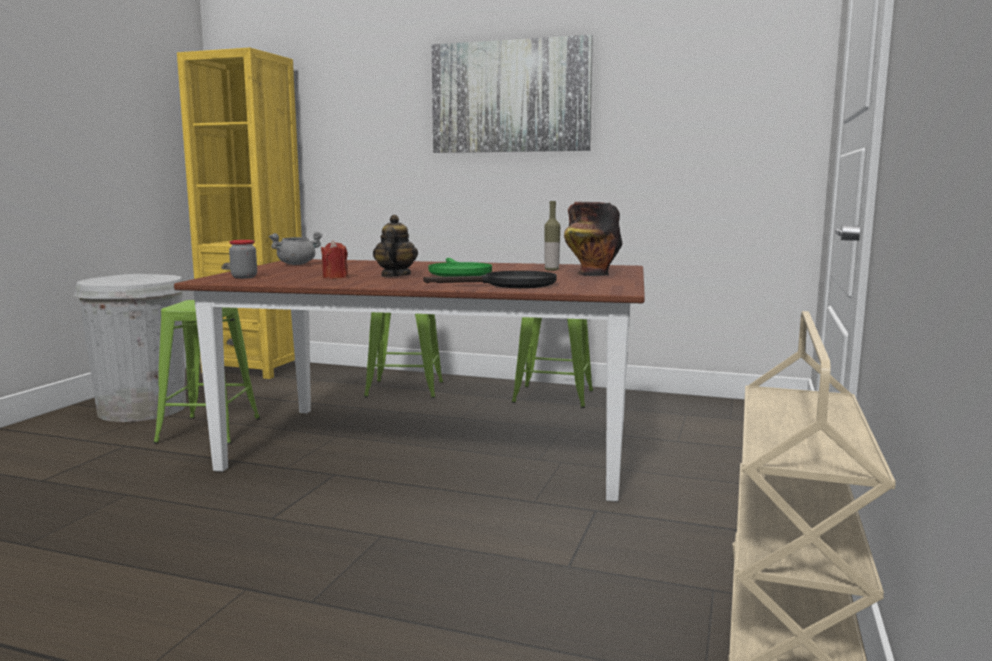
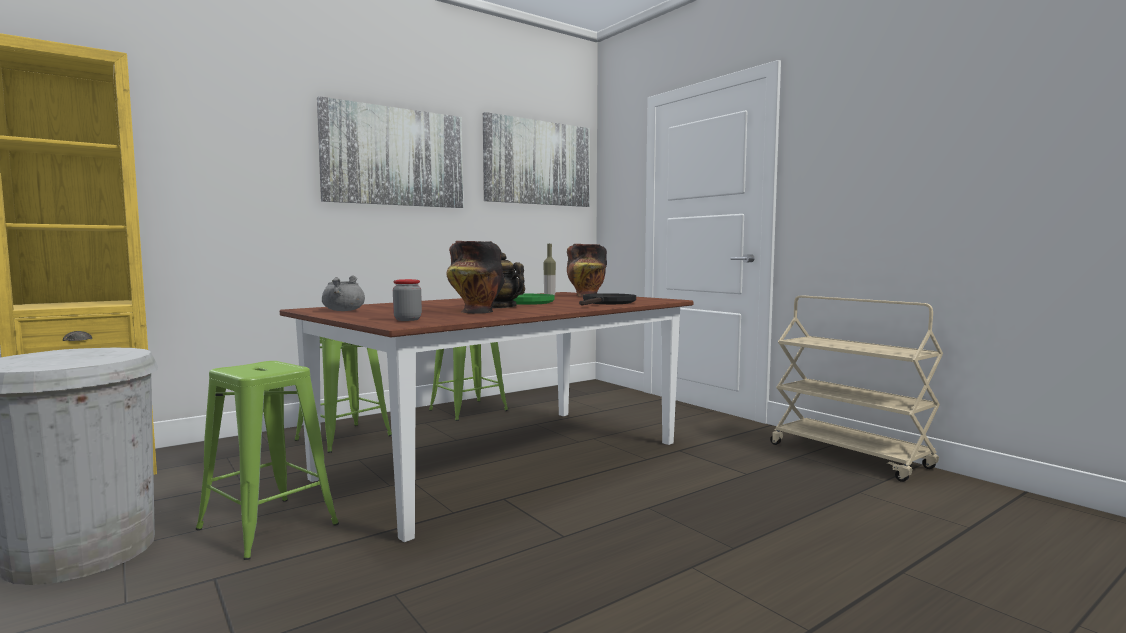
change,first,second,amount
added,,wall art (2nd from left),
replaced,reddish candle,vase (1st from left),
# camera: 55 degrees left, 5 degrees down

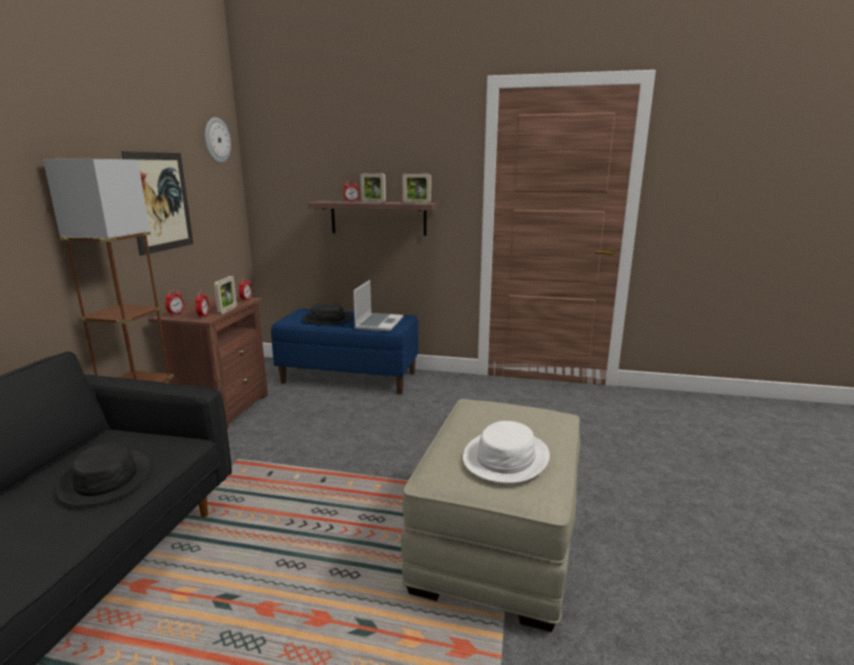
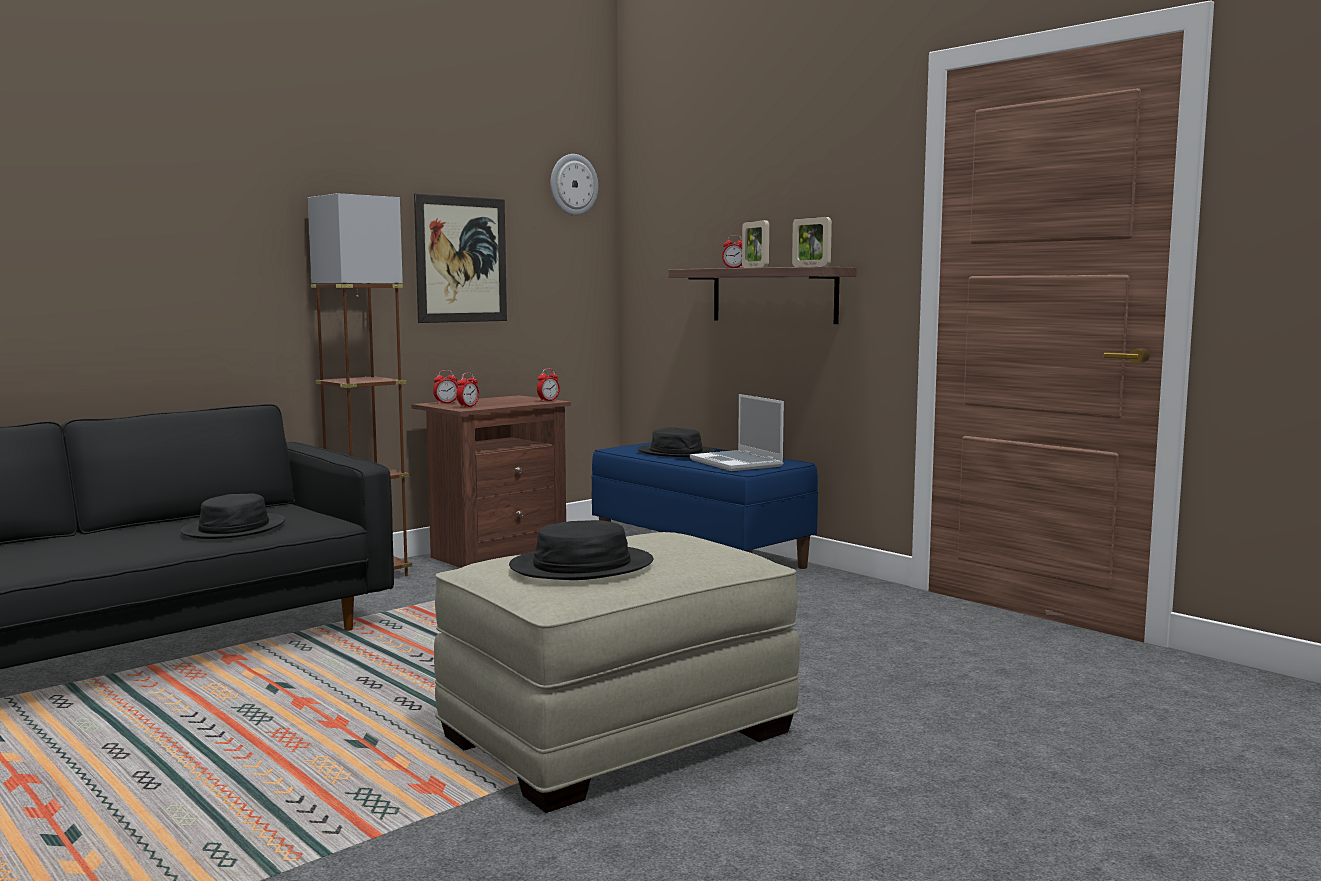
change,first,second,amount
removed,photo frame (1st from left),,
recoloured,white wearable hat,black wearable hat (2nd from left),
turned,notebook computer,,105 degrees clockwise
# camera: 35 degrees right, 10 degrees down

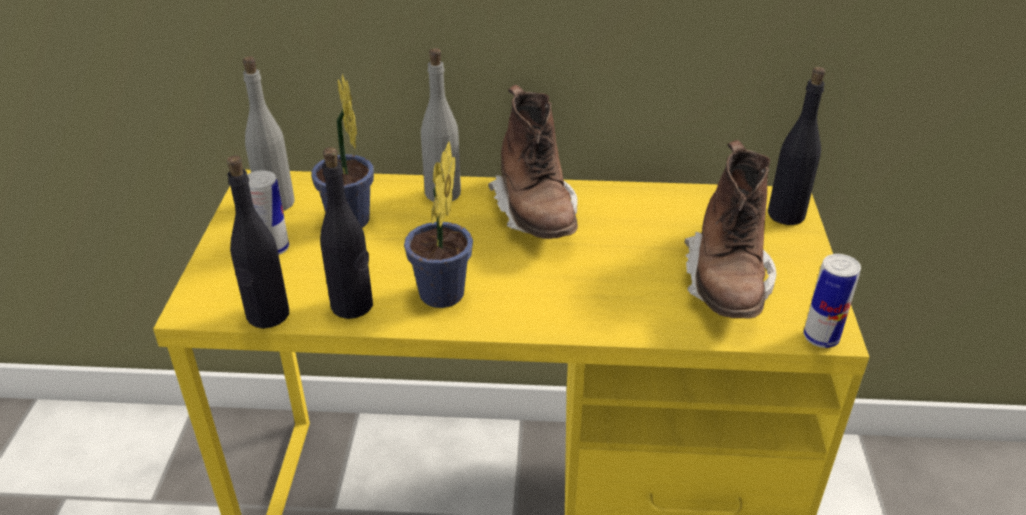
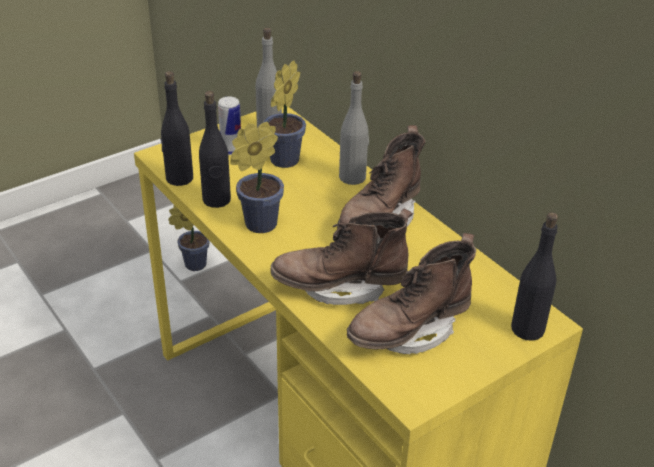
change,first,second,amount
removed,sealed can (2nd from left),,
added,,houseplant (1st from left),
added,,brownish high-top boot (1st from left),
# camera: 50 degrees right, 0 degrees up

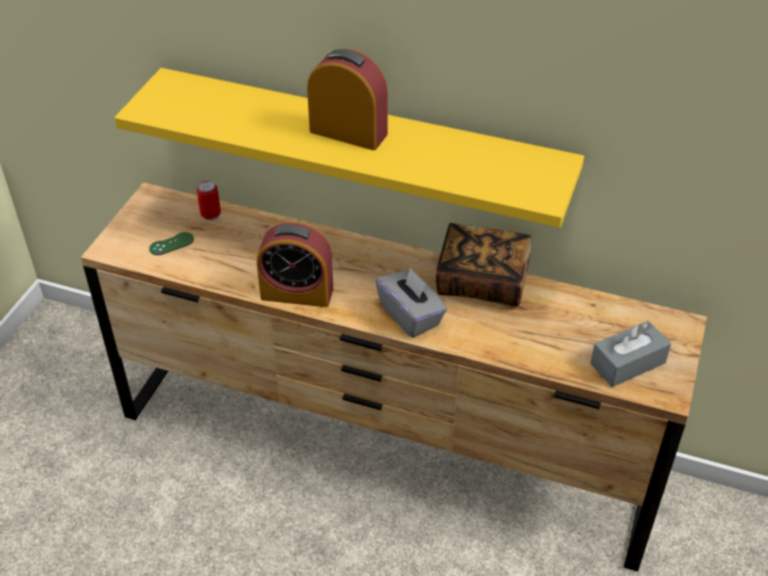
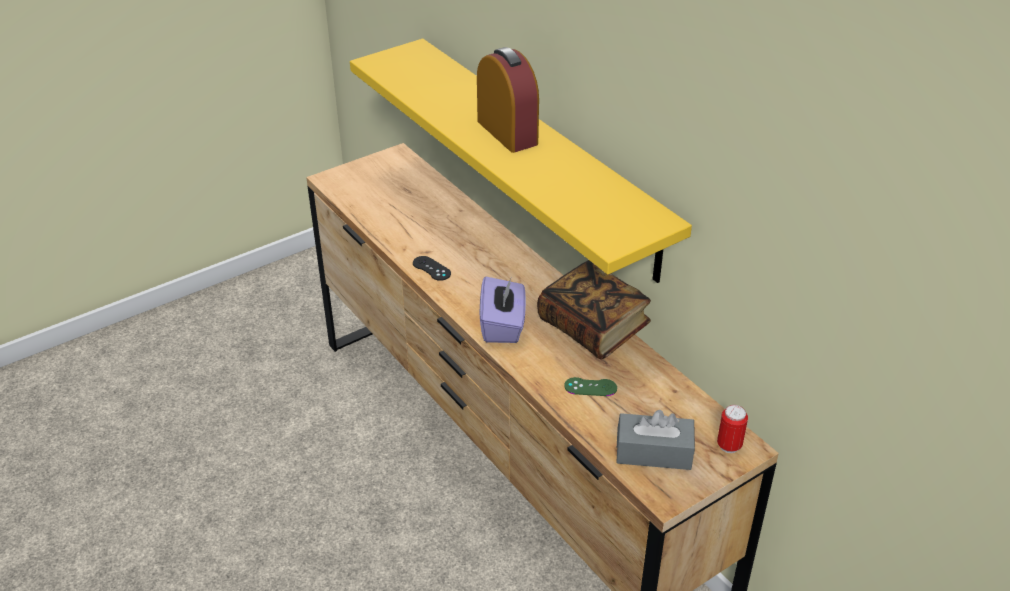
change,first,second,amount
moved,greenish game controller,,
moved,sealed can,,
replaced,bedside clock (1st from left),black game controller,
recoloured,gray tissue box (1st from left),purplish tissue box,
# camera: 35 degrees right, 5 degrees down

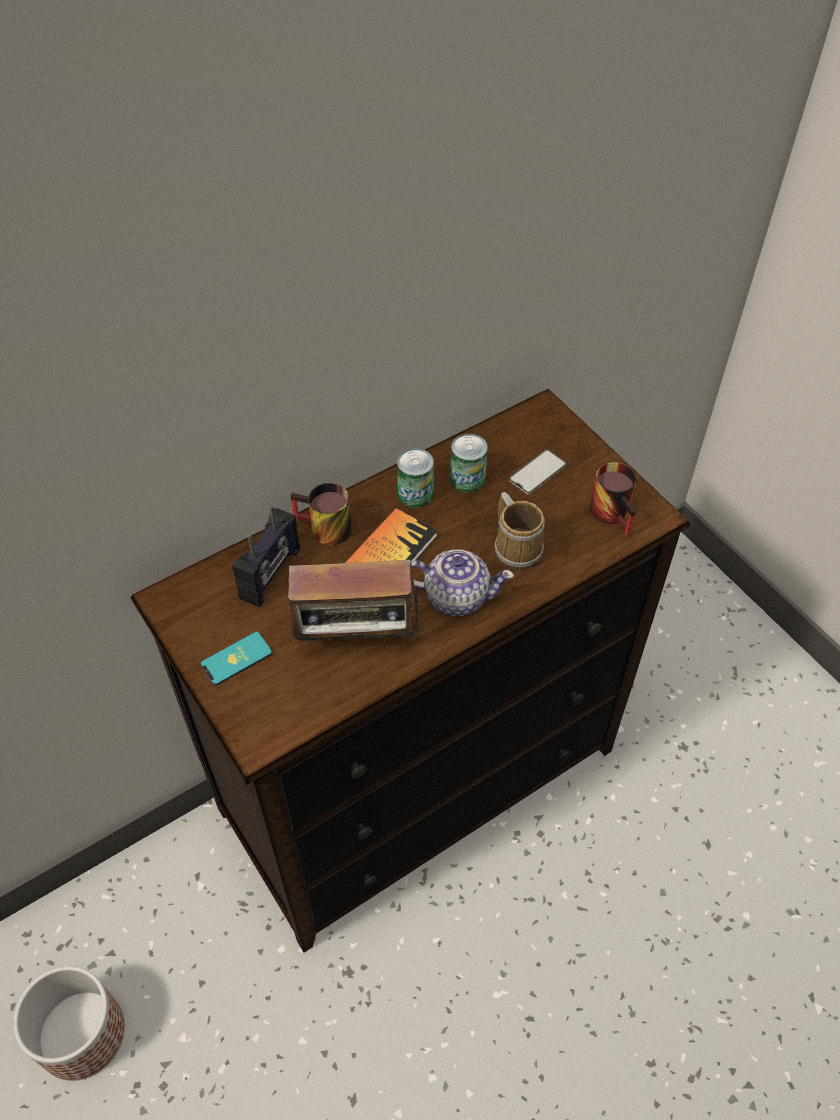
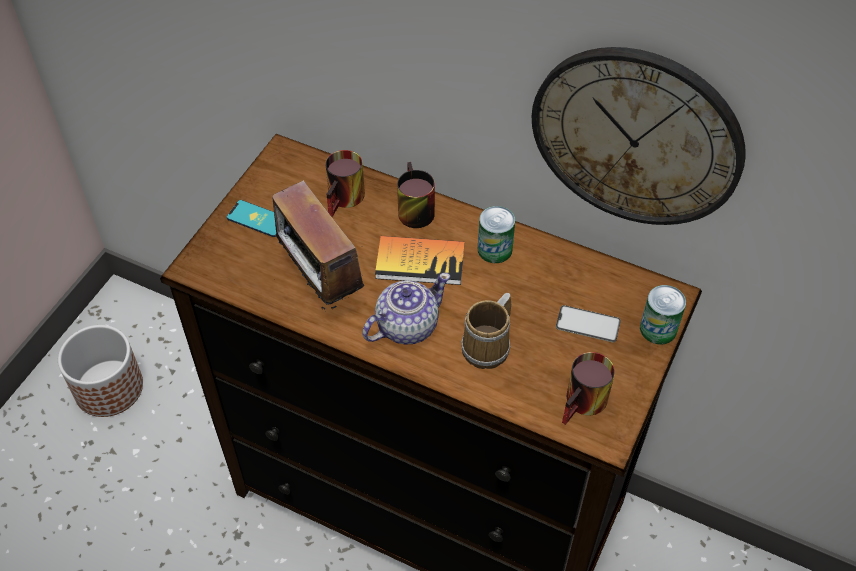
change,first,second,amount
added,,hanging clock,
moved,sealed can (2nd from left),,
replaced,radio set (1st from left),coffee mug (1st from left),
turned,tea pot,,105 degrees counterclockwise
# camera: 60 degrees right, 0 degrees up

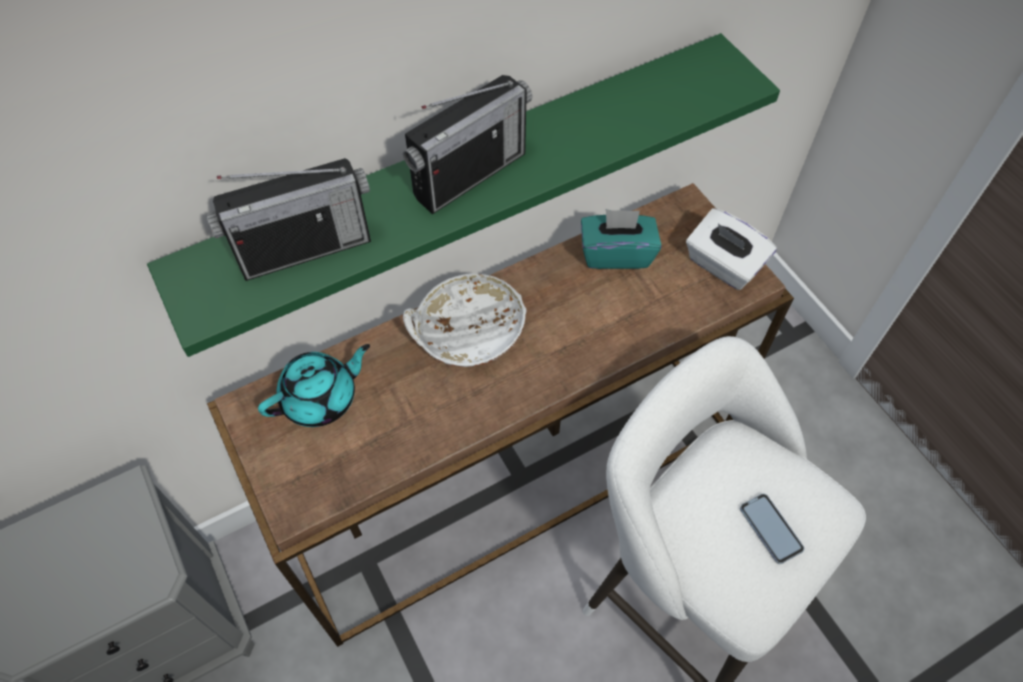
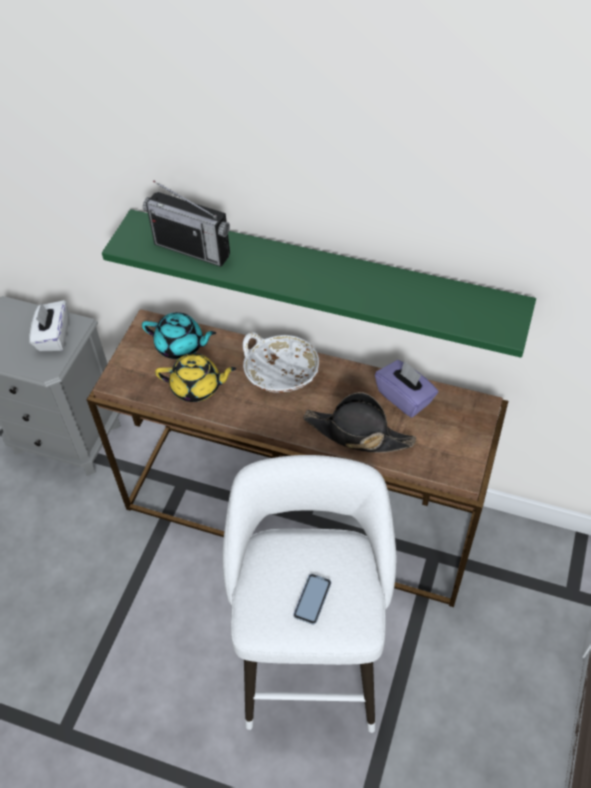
change,first,second,amount
removed,radio set (2nd from left),,
added,,yellow-coloured tea pot,
added,,black wearable hat,
moved,white tissue box,,
recoloured,turquoise-coloured tissue box,purplish tissue box,
# camera: 50 degrees right, 5 degrees down

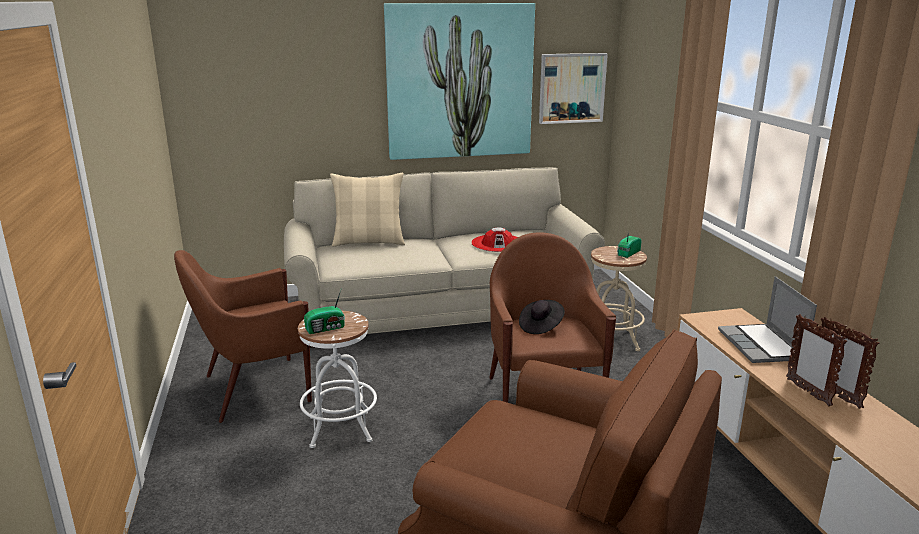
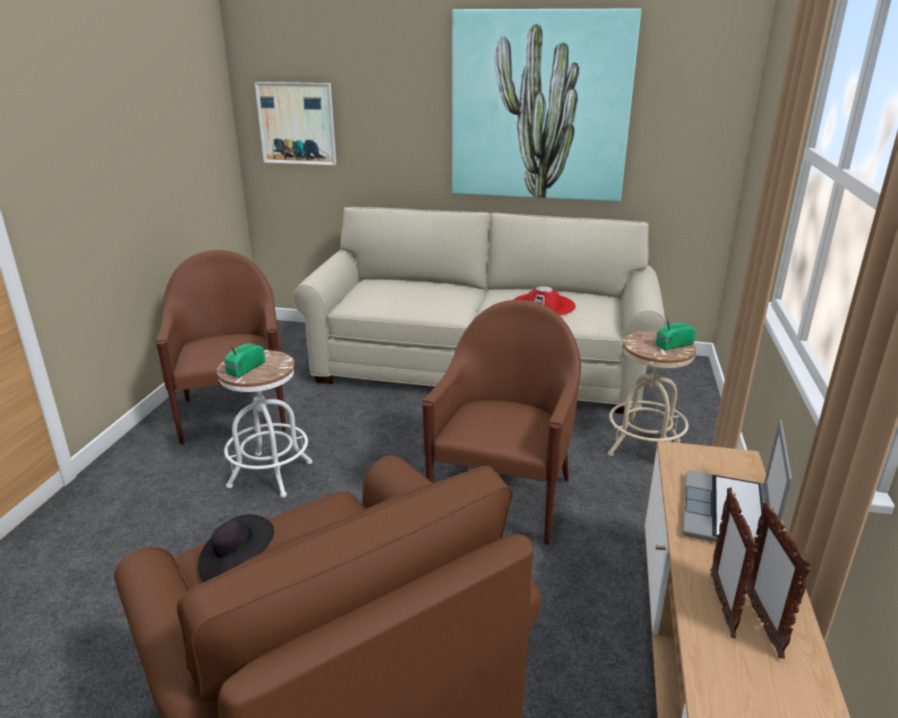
change,first,second,amount
removed,beige-coloured throw pillow,,
moved,black wearable hat,,
moved,wall art (2nd from left in the first image),wall art (1st from left),
turned,brownish easy chair (1st from left),,75 degrees clockwise
turned,radio set (1st from left),,120 degrees clockwise
# camera: 25 degrees right, 5 degrees up

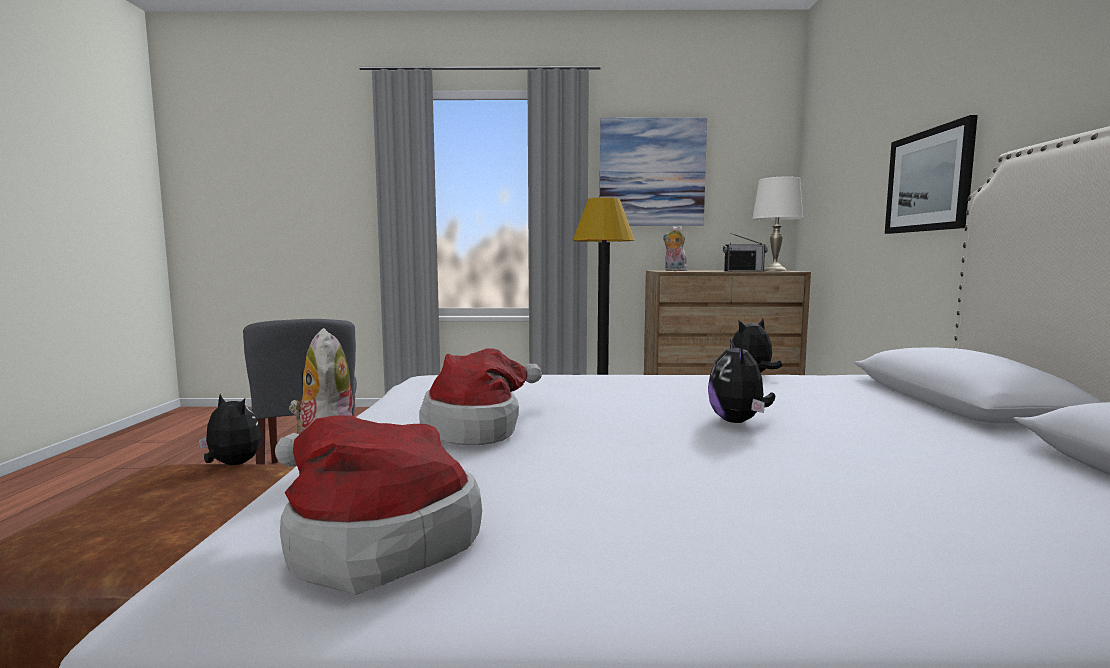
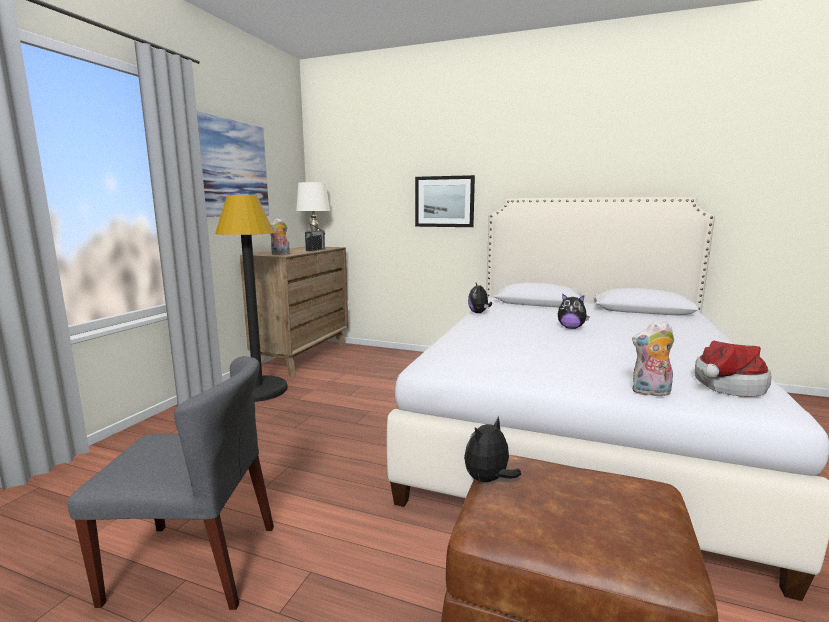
change,first,second,amount
removed,wearable hat (2nd from left),,
# camera: 70 degrees left, 5 degrees up

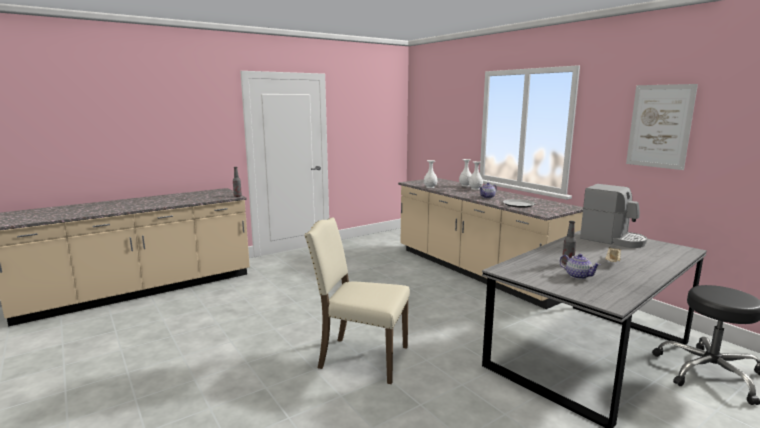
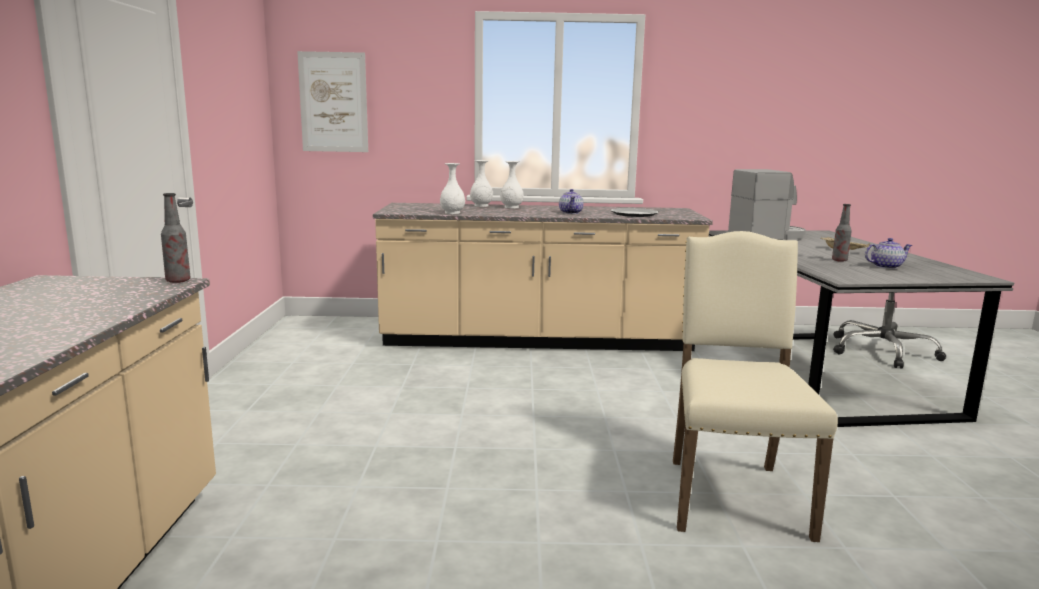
change,first,second,amount
moved,wall art,,
turned,beige-coloured chair,,135 degrees clockwise
# camera: 55 degrees left, 0 degrees up

